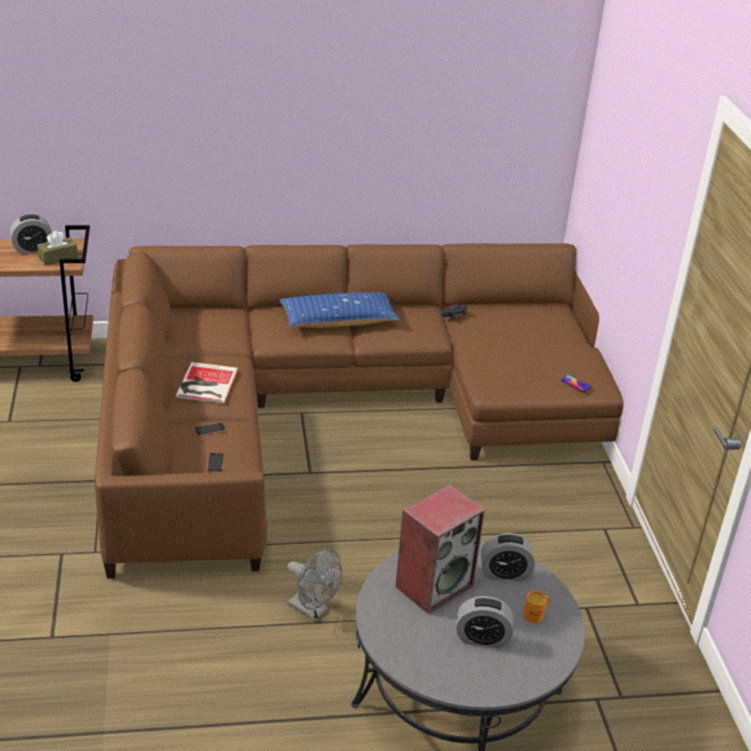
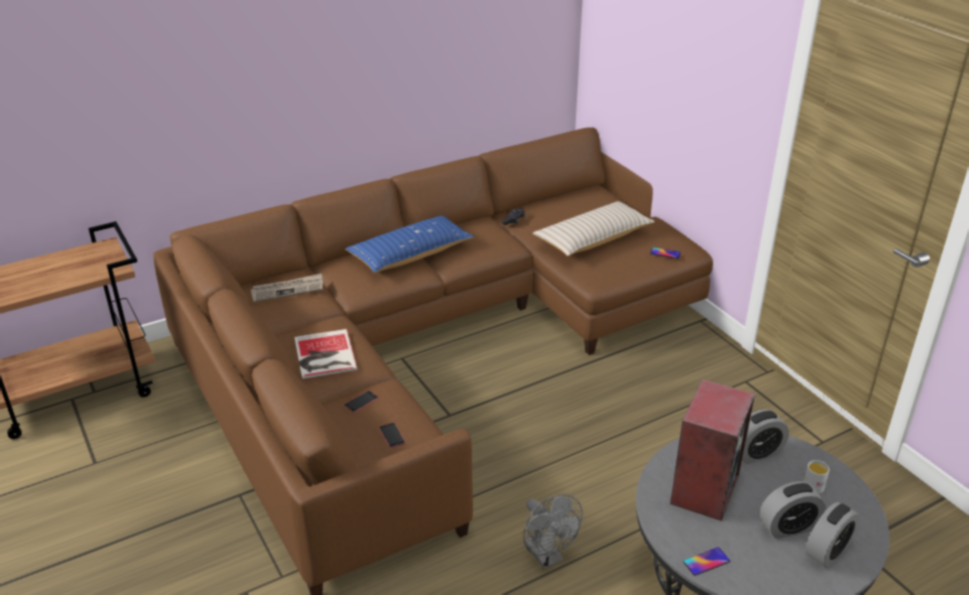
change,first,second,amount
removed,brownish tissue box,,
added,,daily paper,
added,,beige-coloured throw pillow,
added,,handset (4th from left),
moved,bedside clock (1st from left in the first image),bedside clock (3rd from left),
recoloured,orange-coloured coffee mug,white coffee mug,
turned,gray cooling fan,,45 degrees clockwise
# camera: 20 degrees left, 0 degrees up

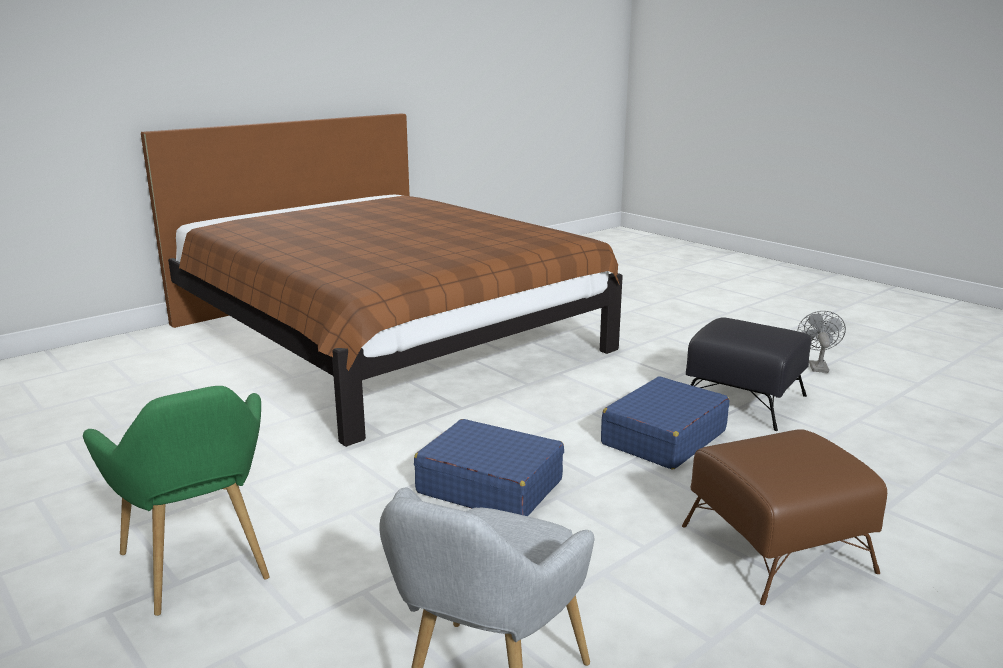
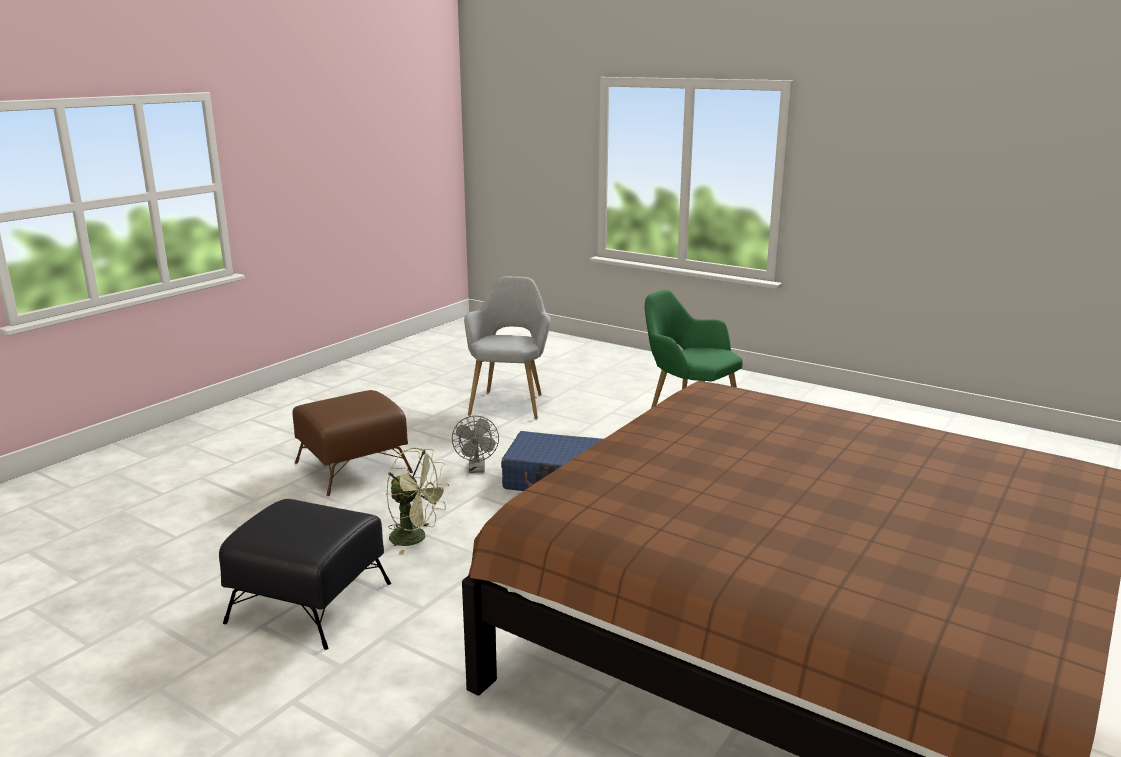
change,first,second,amount
moved,gray cooling fan,,
replaced,blue-coloured piece of luggage (2nd from left),greenish cooling fan,
# camera: 165 degrees right, 0 degrees up

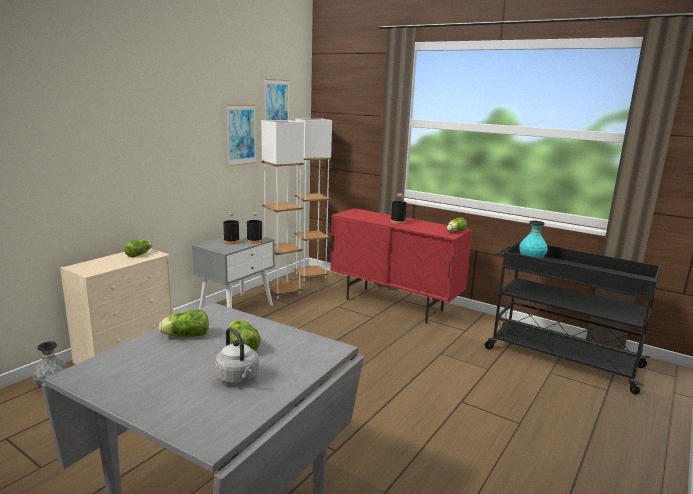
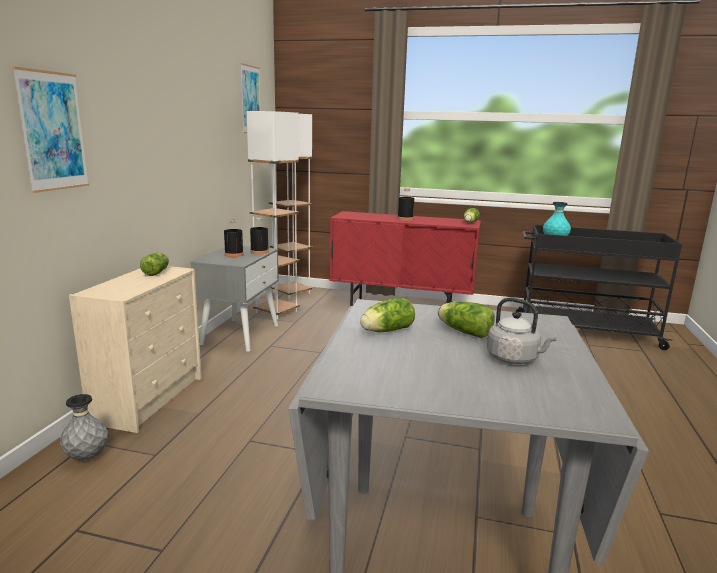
change,first,second,amount
moved,wall art (1st from left),,
# camera: 20 degrees left, 0 degrees up

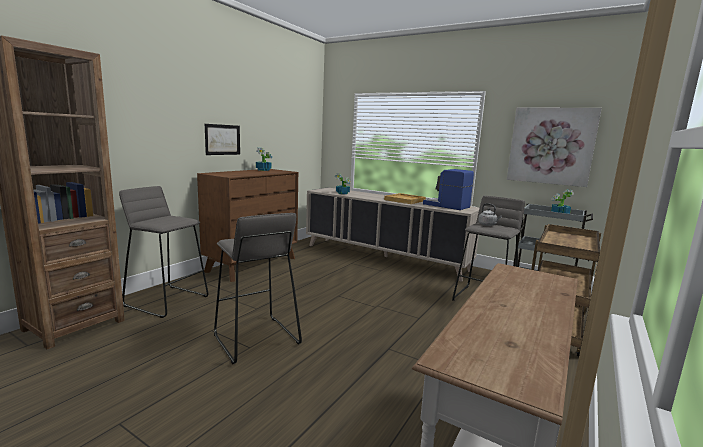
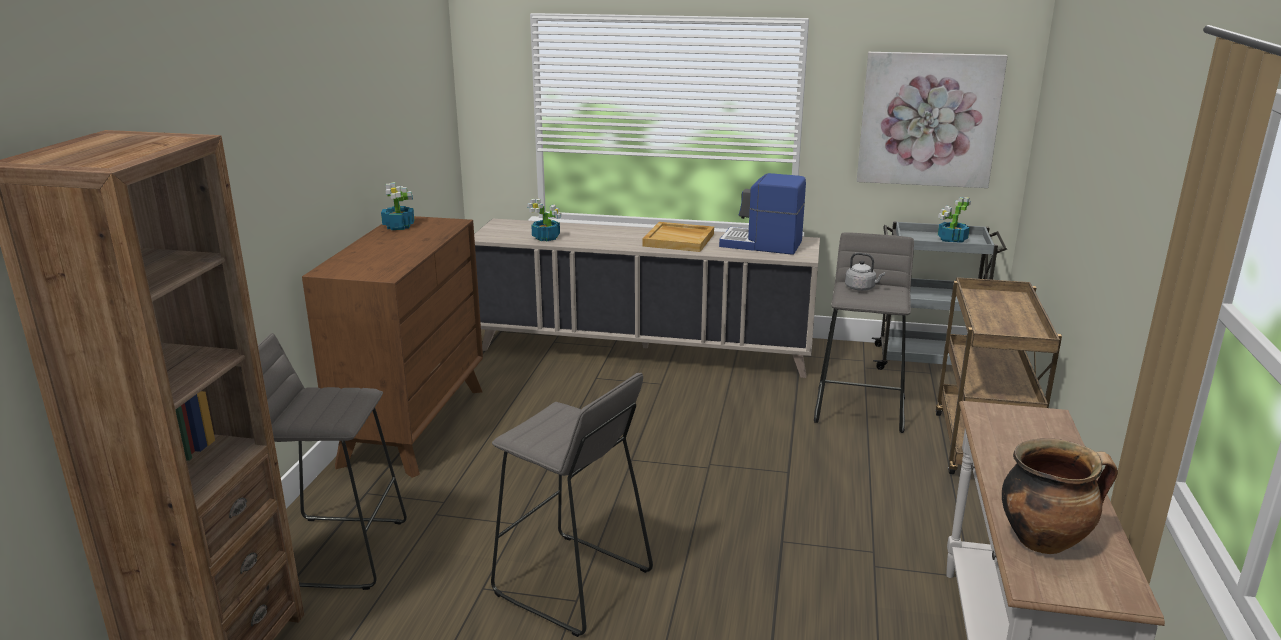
change,first,second,amount
removed,wall art (1st from left),,
added,,stockpot,
# camera: 20 degrees left, 10 degrees up

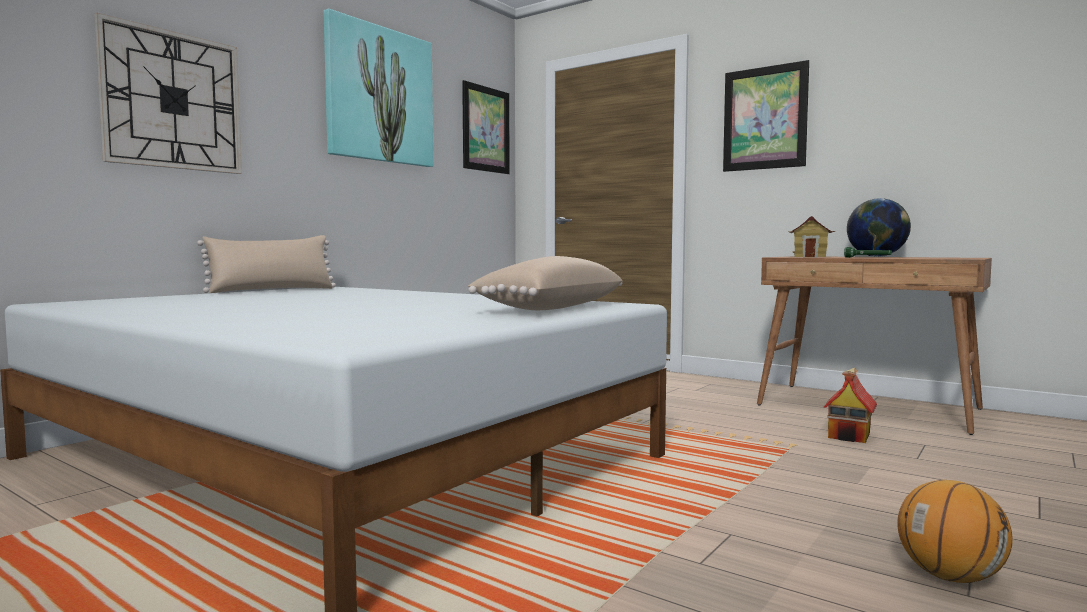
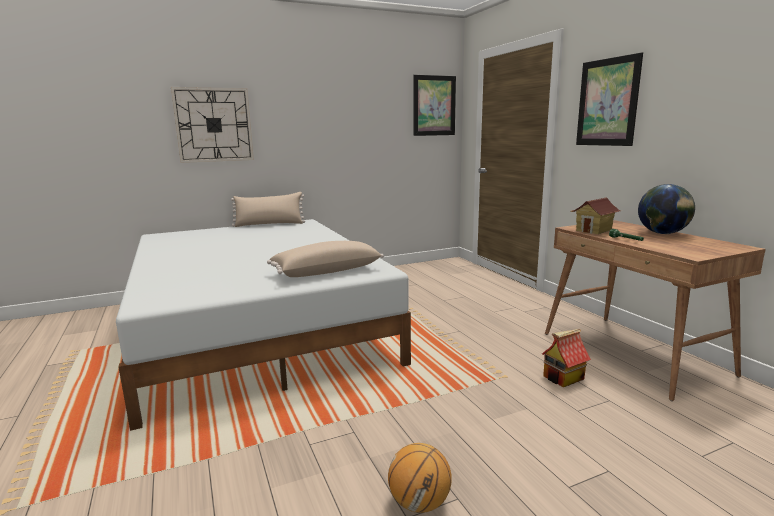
change,first,second,amount
removed,wall art (1st from left),,
# camera: 30 degrees right, 10 degrees up

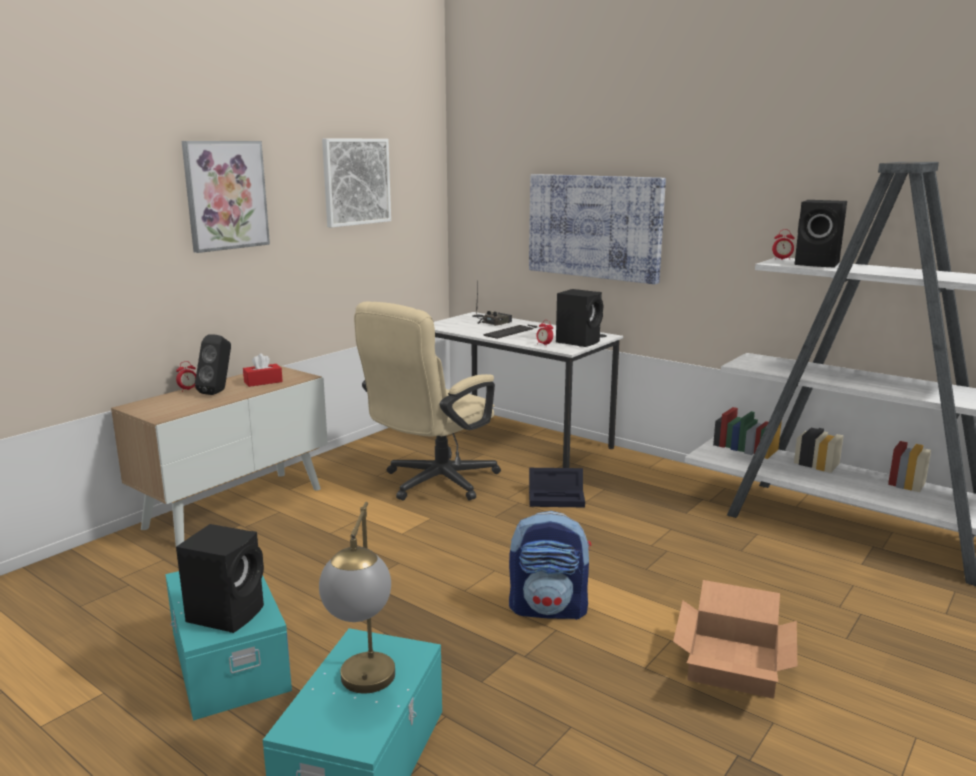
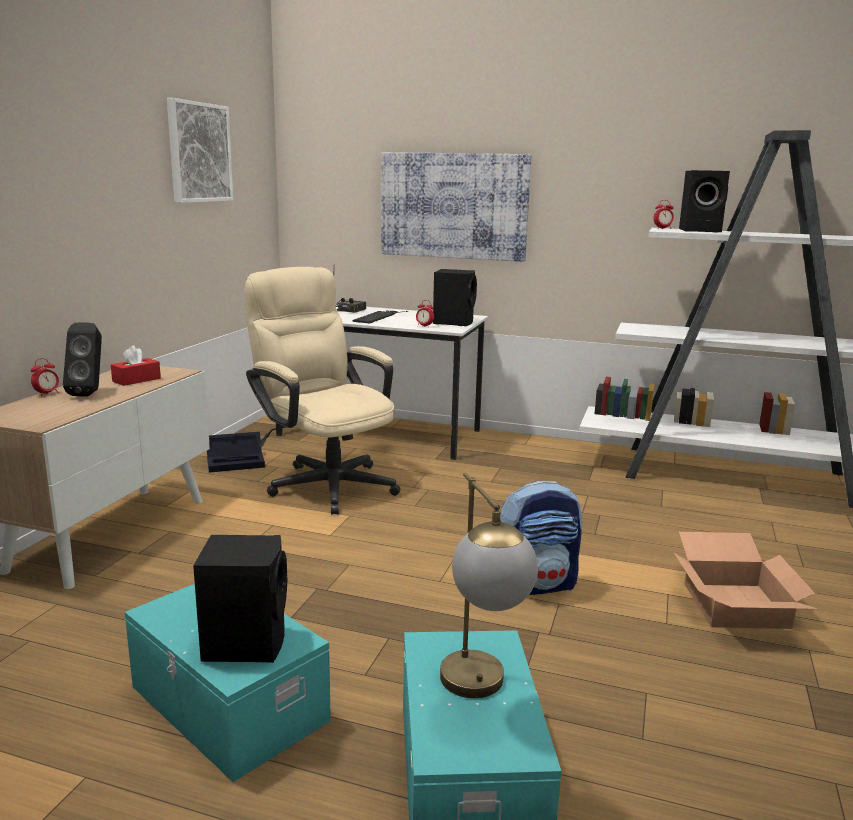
change,first,second,amount
removed,wall art (1st from left),,
moved,black storage container,,
turned,beige-coloured computer chair,,120 degrees clockwise
# camera: 20 degrees left, 0 degrees up

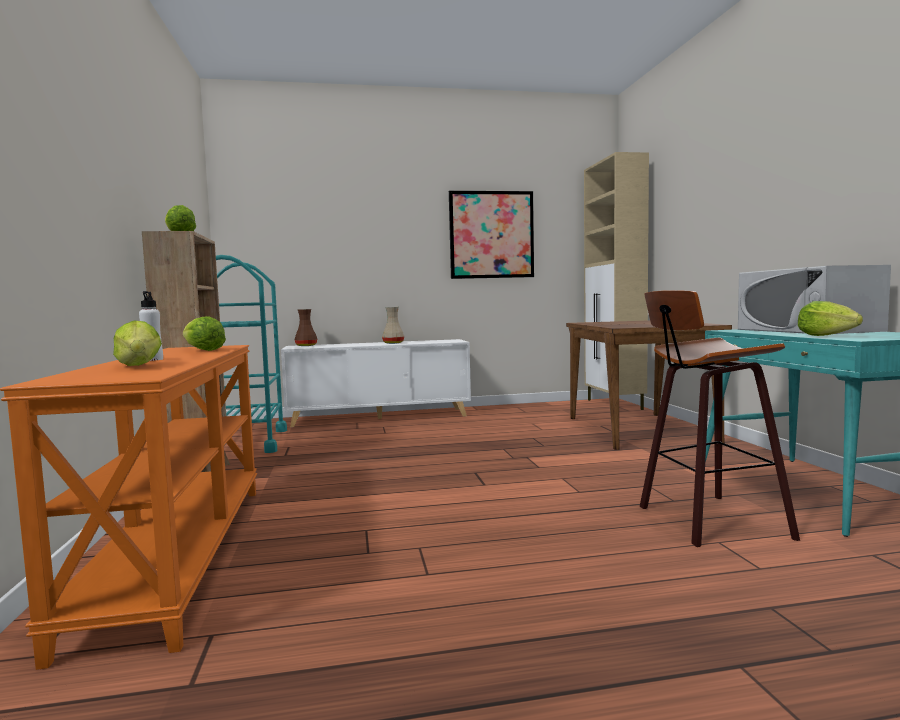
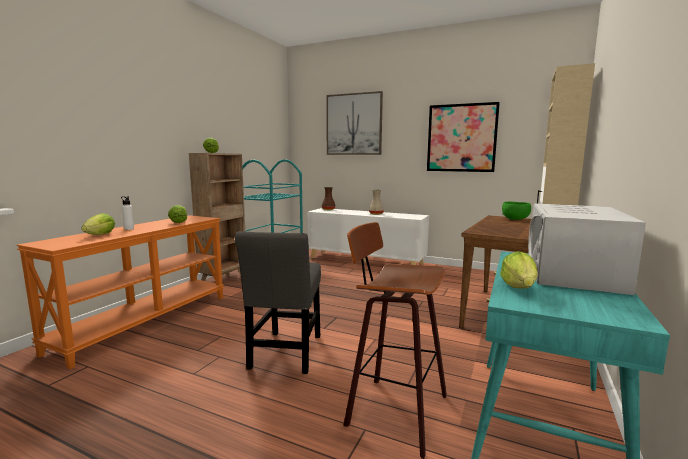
change,first,second,amount
added,,gray chair,
added,,wall art (1st from left),
added,,greenish bowl,
# camera: 35 degrees right, 5 degrees up

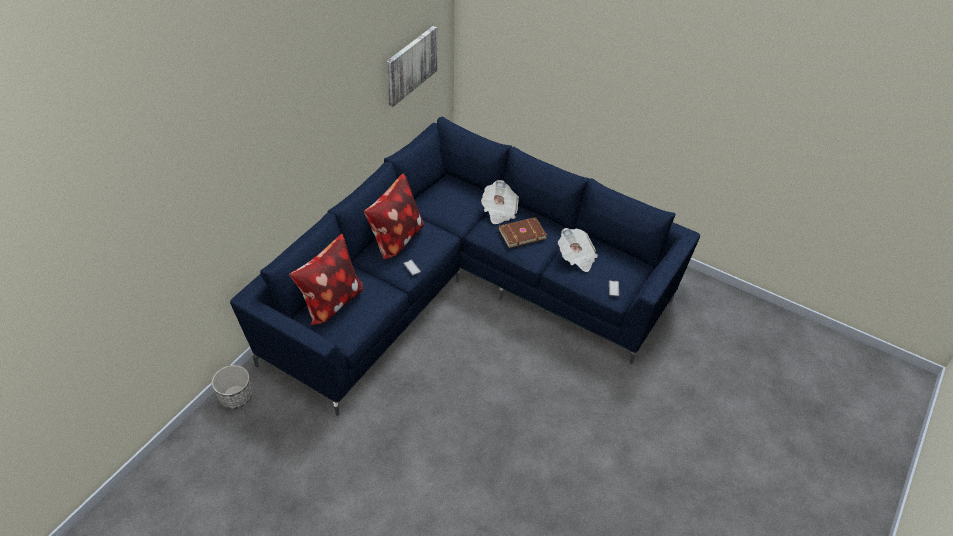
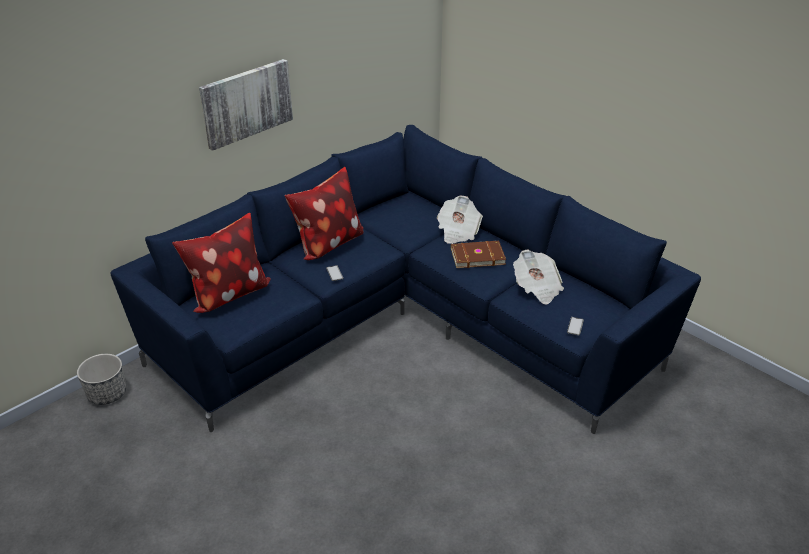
change,first,second,amount
moved,wall art,,
# camera: 15 degrees right, 10 degrees down

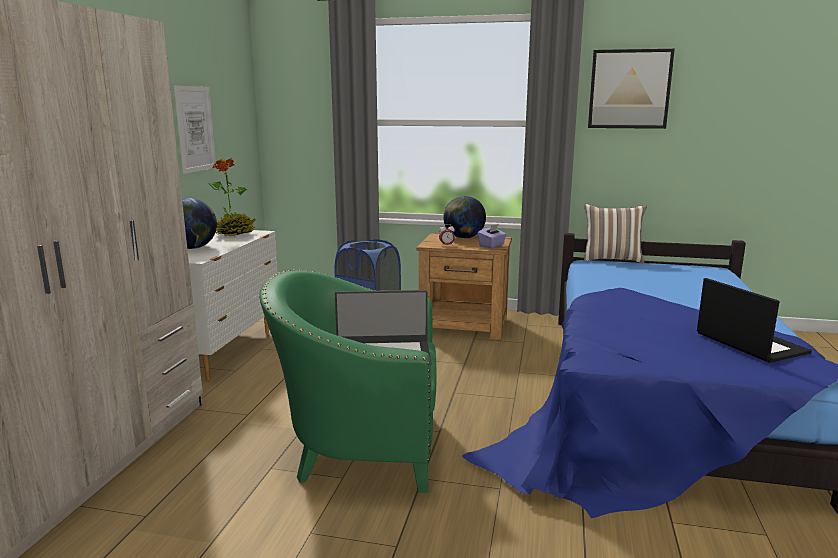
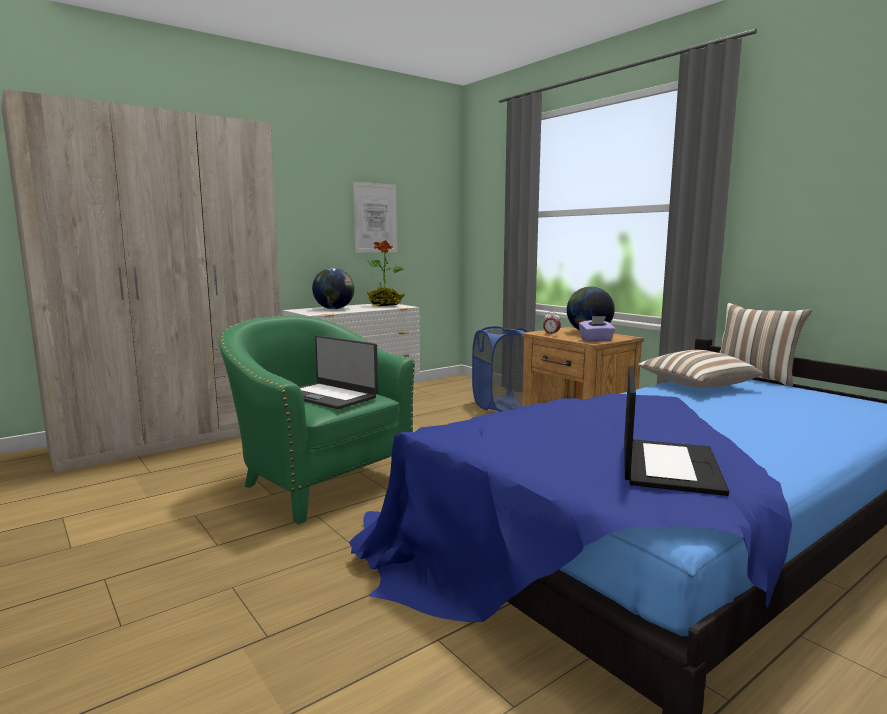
change,first,second,amount
removed,wall art (2nd from left),,
added,,throw pillow (1st from left),
# camera: 40 degrees right, 5 degrees down

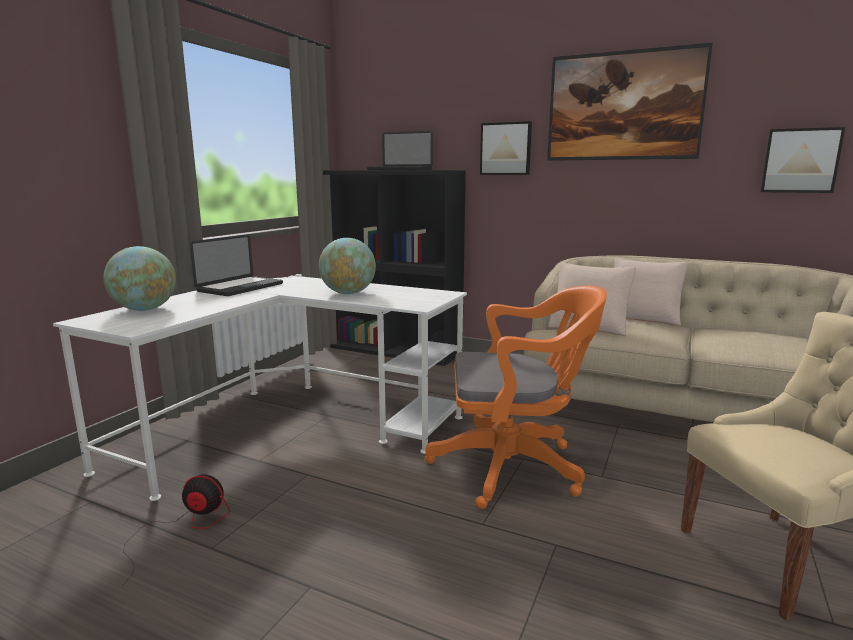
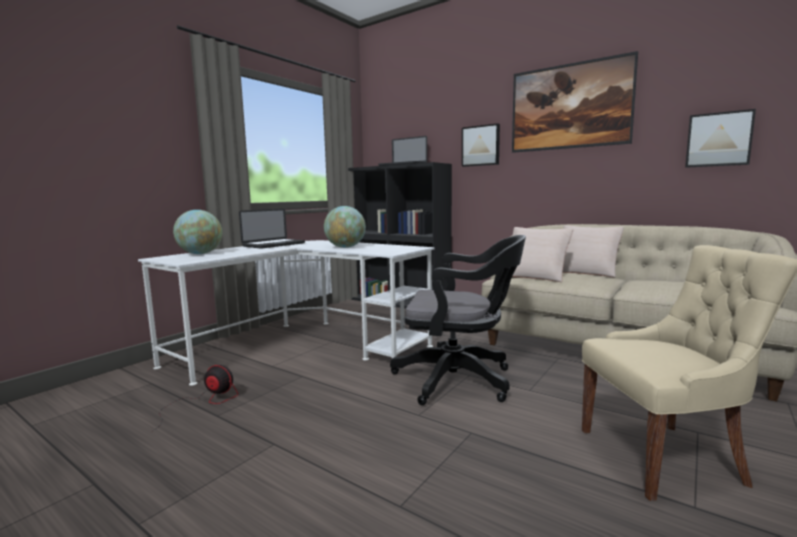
change,first,second,amount
recoloured,orange-coloured computer chair,black computer chair,
# camera: 10 degrees right, 5 degrees down

